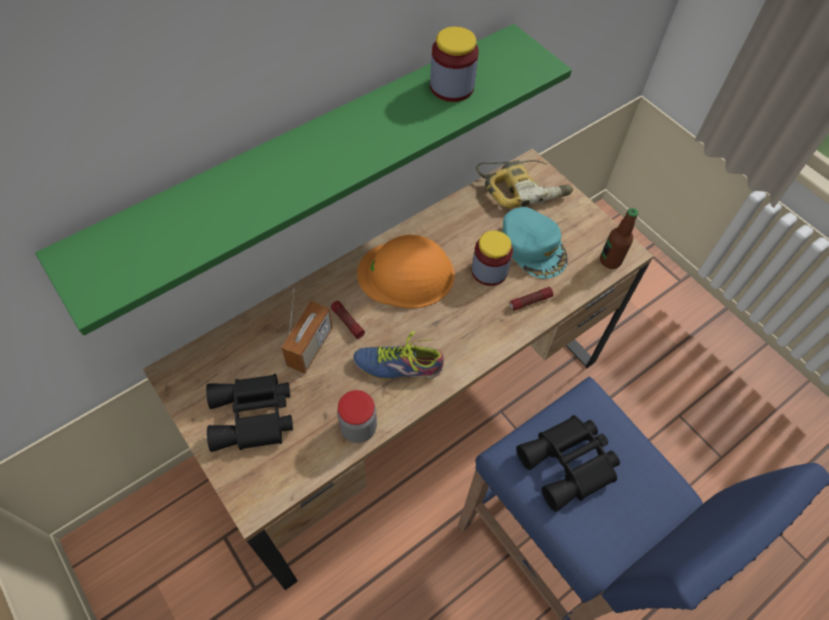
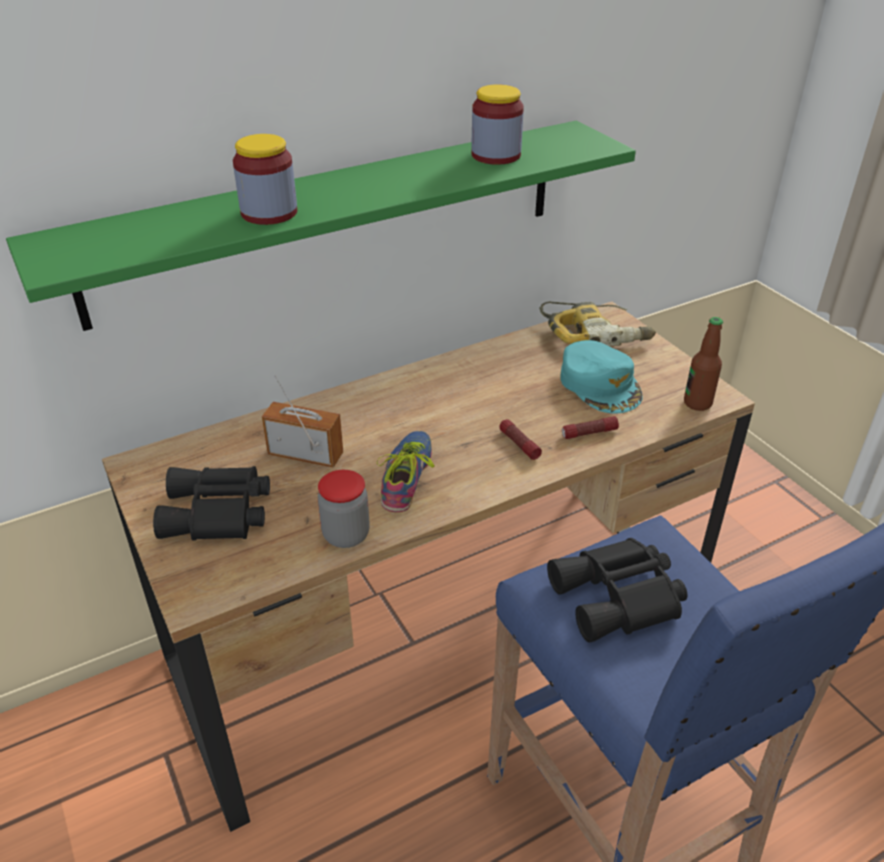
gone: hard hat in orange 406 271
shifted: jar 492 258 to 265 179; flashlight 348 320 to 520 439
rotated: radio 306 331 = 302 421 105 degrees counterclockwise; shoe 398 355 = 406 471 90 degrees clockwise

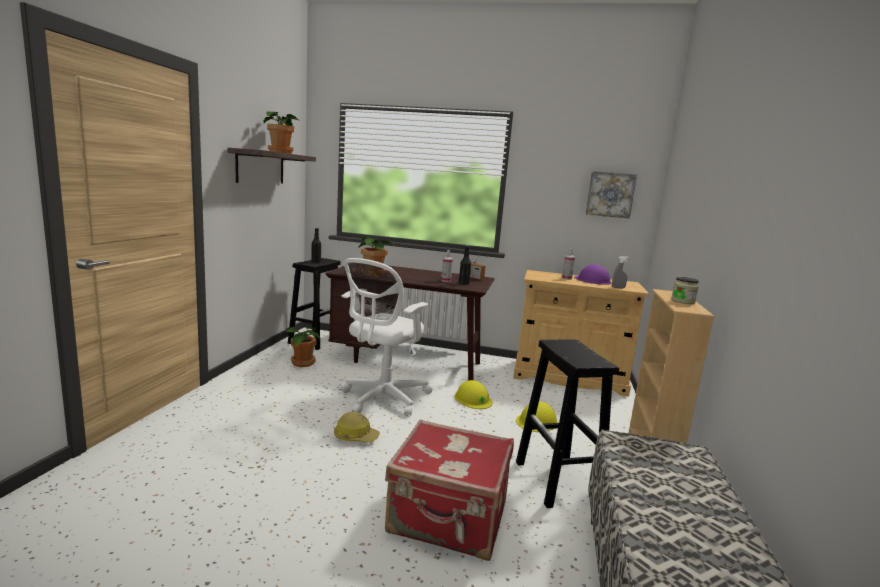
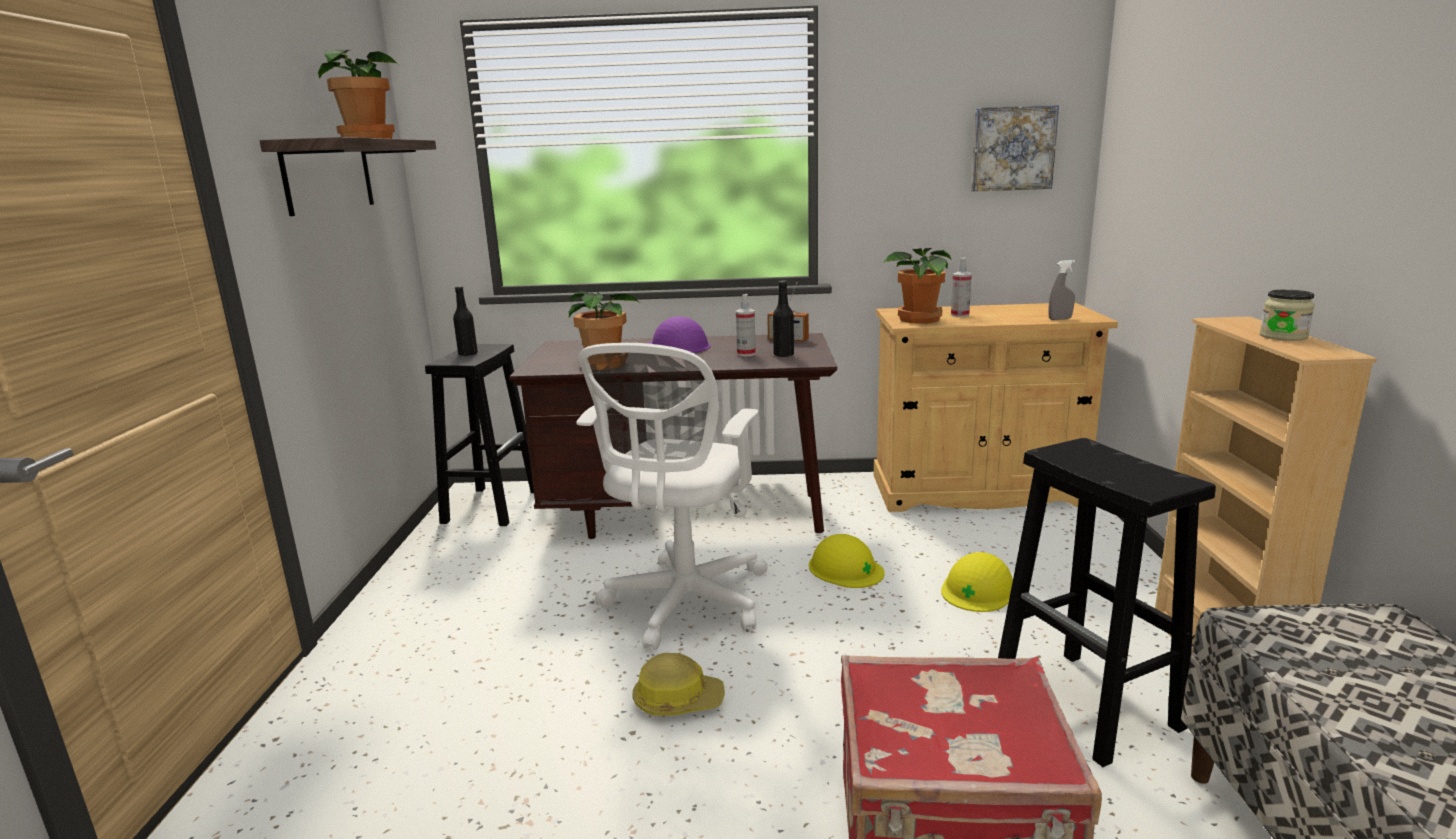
shifted: hard hat in purple 592 274 to 679 334; potted plant 303 346 to 917 285

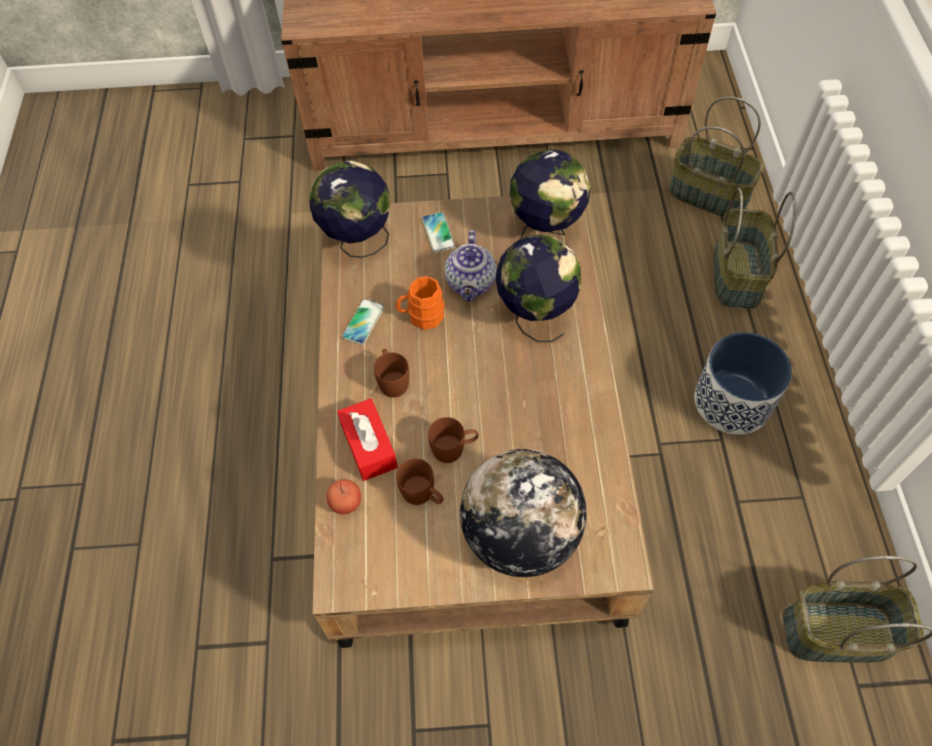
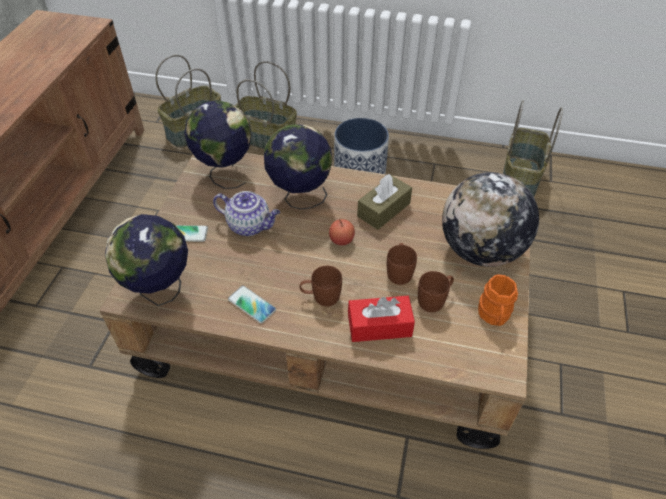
new: tissue box in brown 384 202
shifted: apple 343 496 to 342 232; mug in orange 420 303 to 498 300

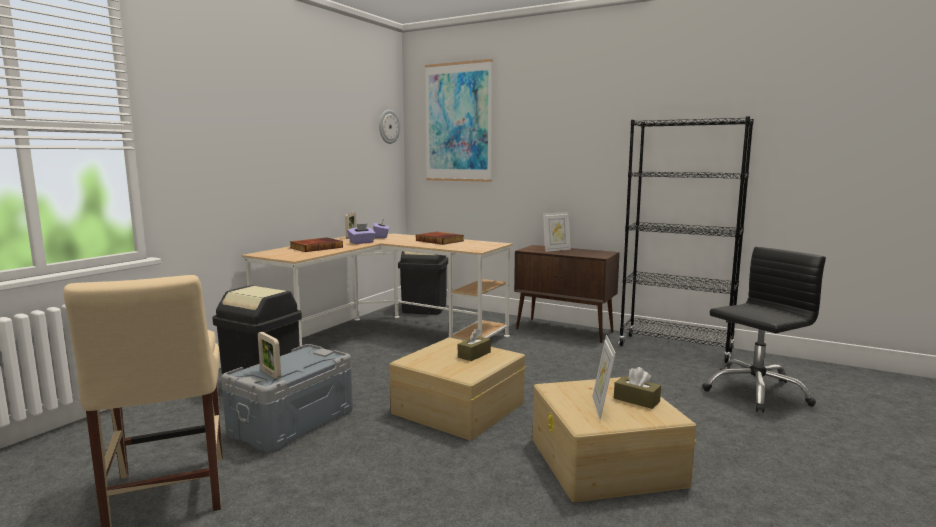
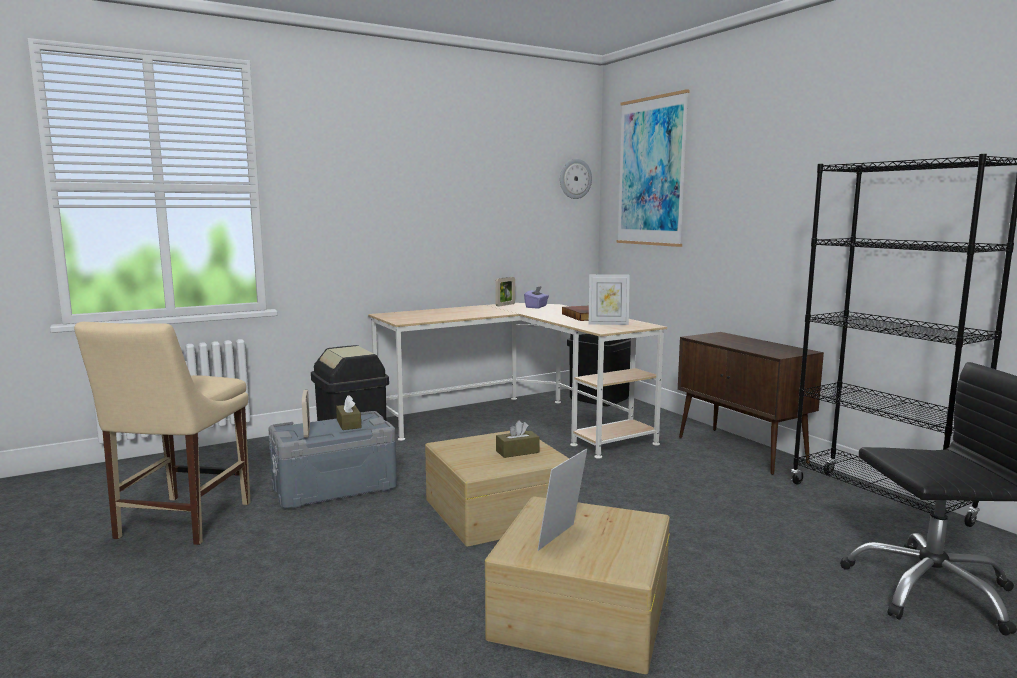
gone: book 316 244; tissue box in purple 361 234
shifted: tissue box in brown 637 388 to 348 412; picture frame 557 232 to 609 299

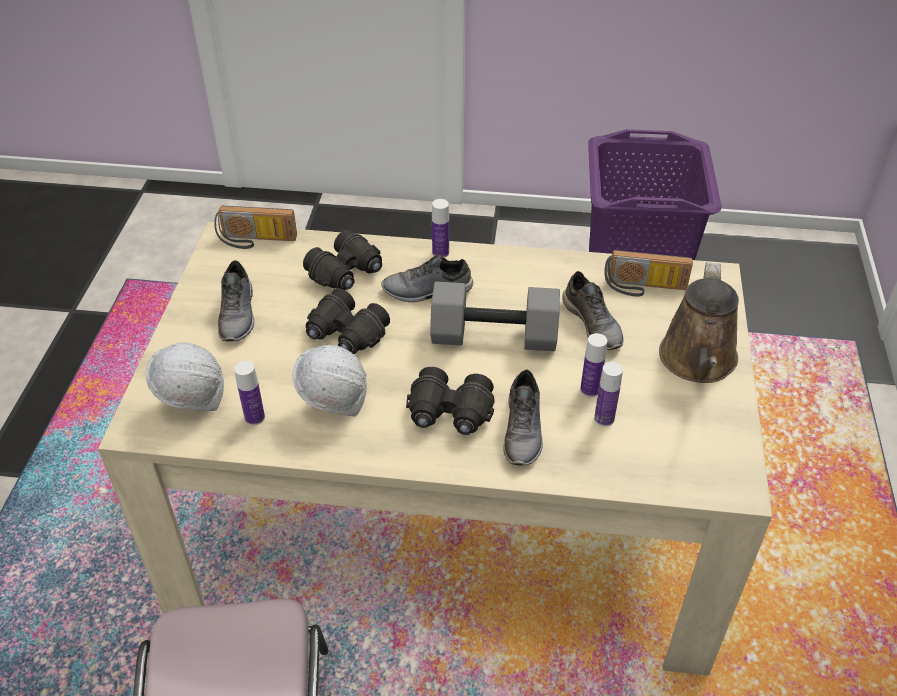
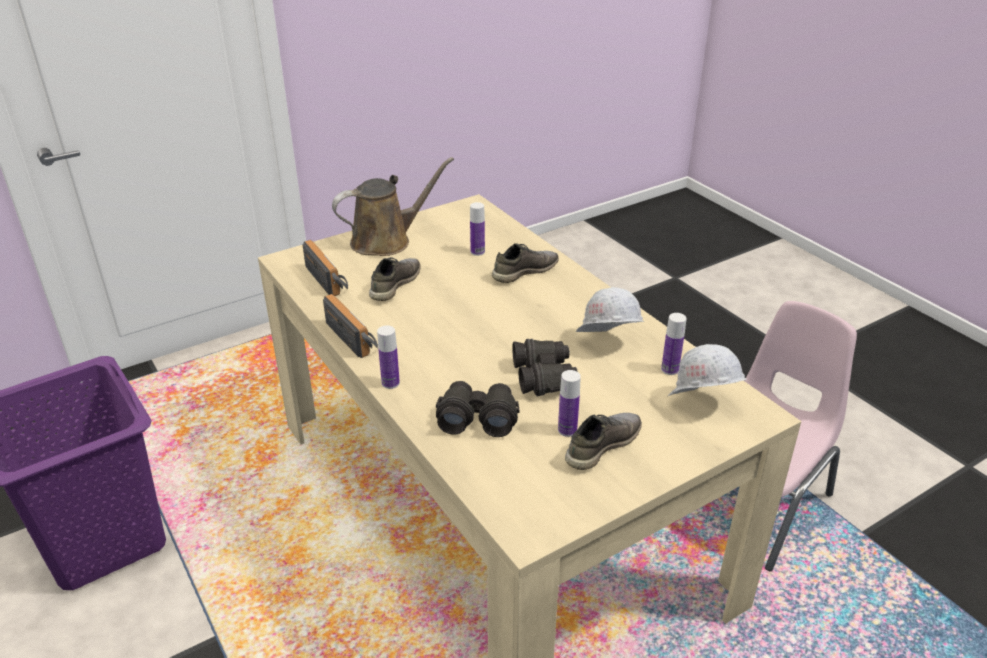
gone: shoe in grey 427 278; binoculars in black 450 401; dumbbell in grey 495 316
shifted: radio 255 227 to 350 326; bottle 593 365 to 569 403

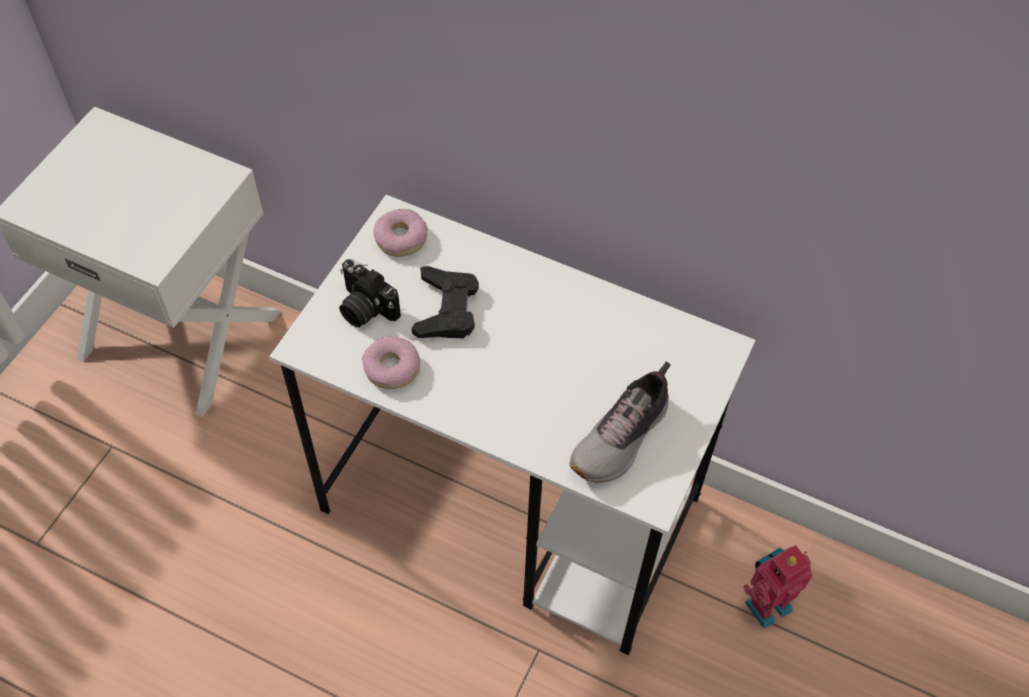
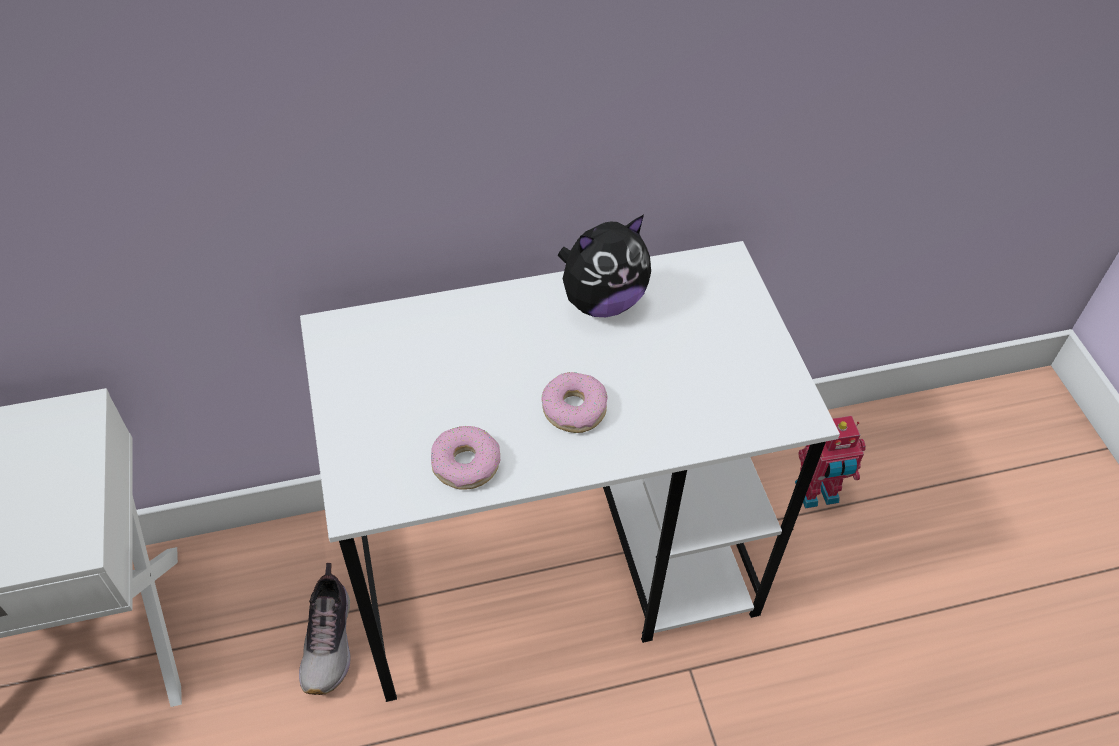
gone: photo camera 370 293; game controller in black 445 302
new: plush toy 604 266
shifted: shoe 620 422 to 324 629; donut 401 233 to 574 402
rotated: toy robot 778 586 = 830 462 120 degrees counterclockwise

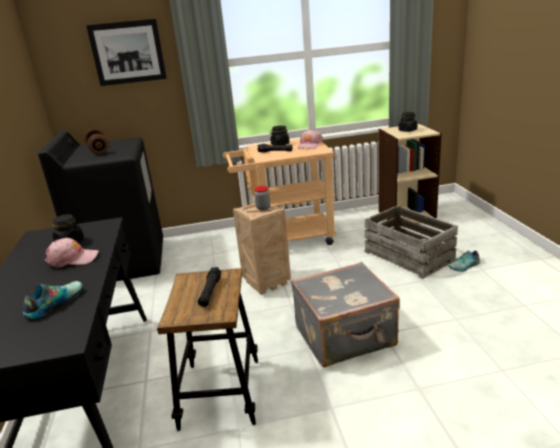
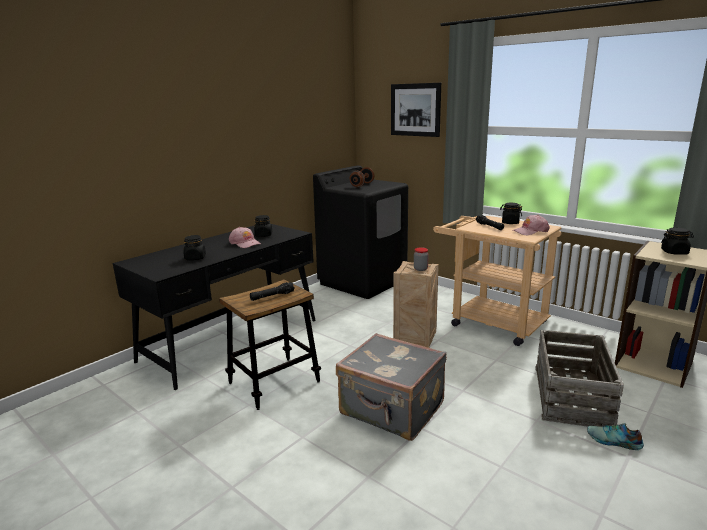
swapped: shoe 53 300 to jar in black 194 247

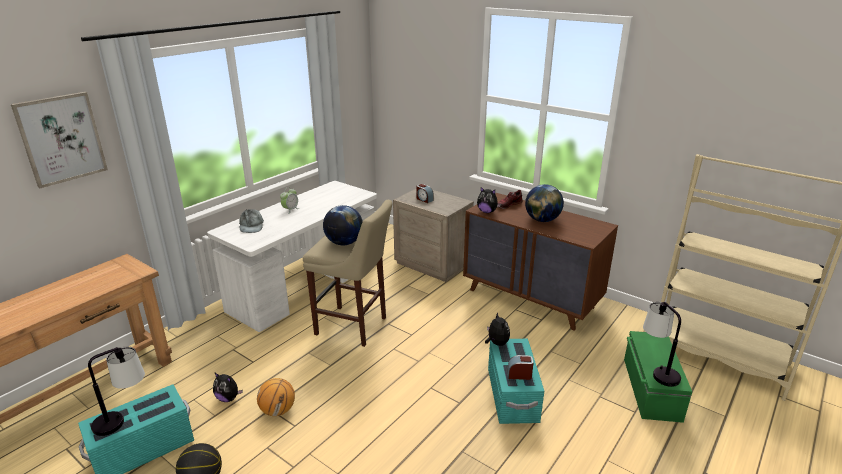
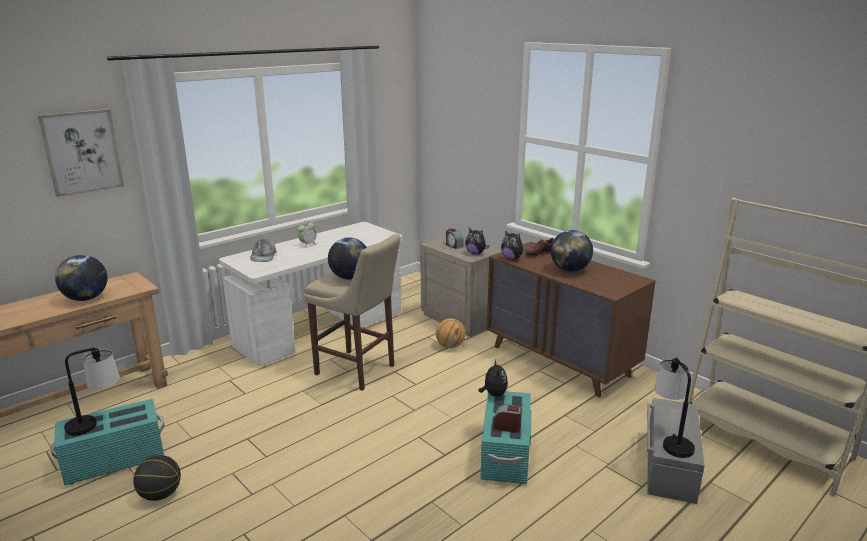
new: globe 81 278
shifted: basketball 276 397 to 451 333; plush toy 228 387 to 477 241
repainted: storage box in green 658 377 to storage box in grey 676 451

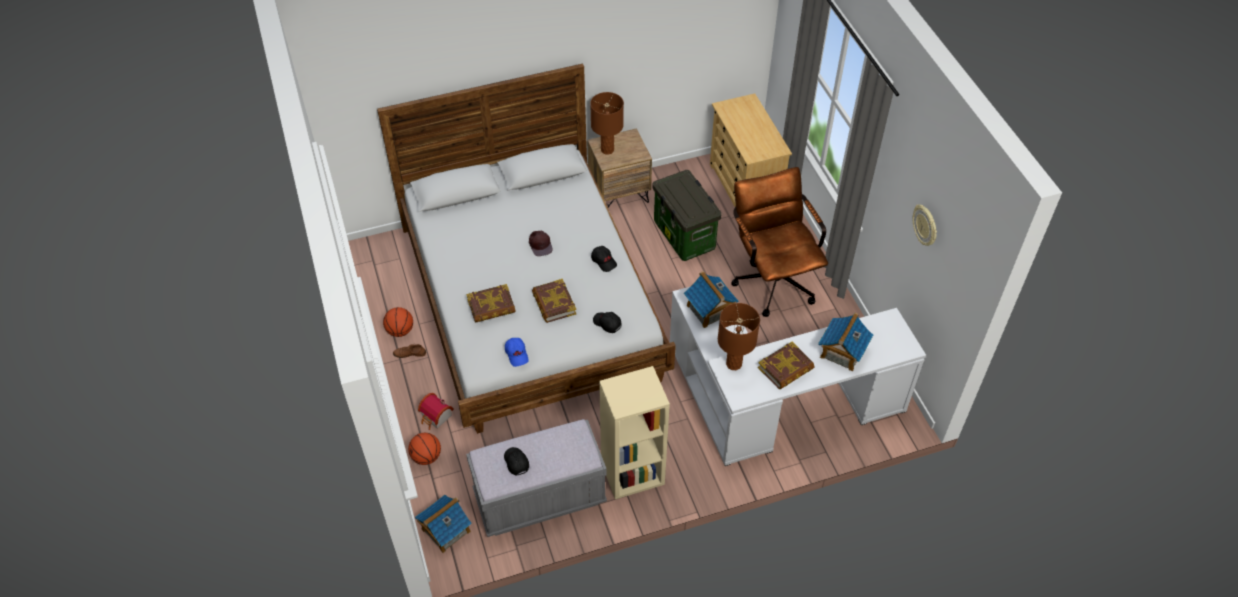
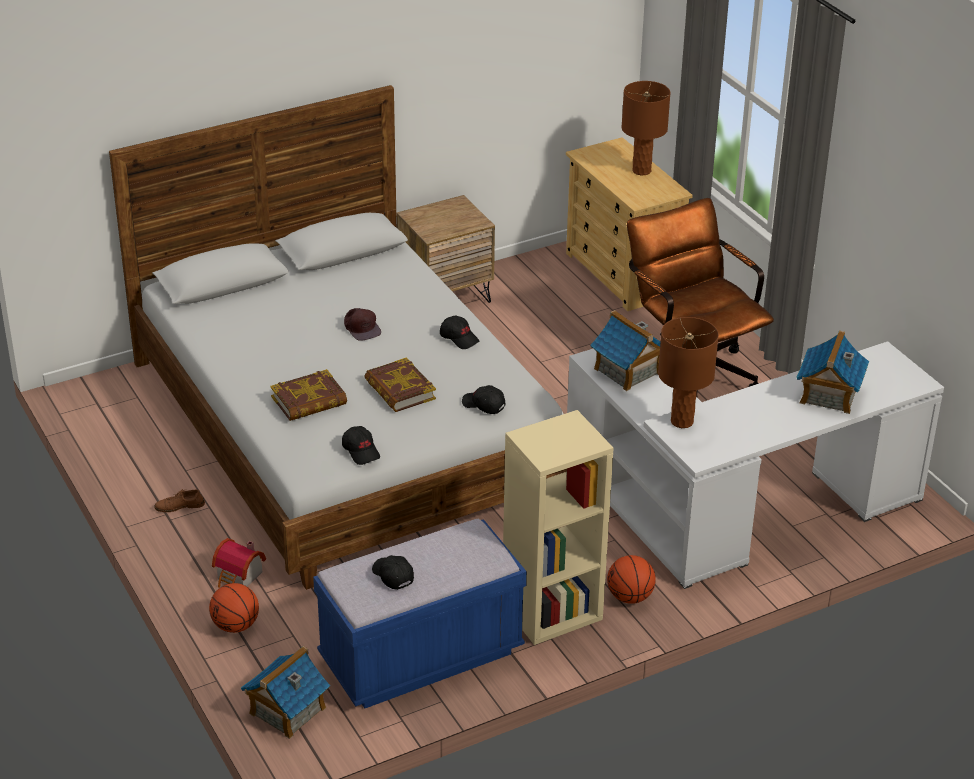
gone: storage box 687 215; book 786 365; wall clock 925 225
shifted: basketball 398 322 to 631 579; table lamp in brown 607 123 to 646 128
repainted: bench in grey 536 478 to bench in blue 420 613; cap in blue 517 352 to cap in black 361 445

